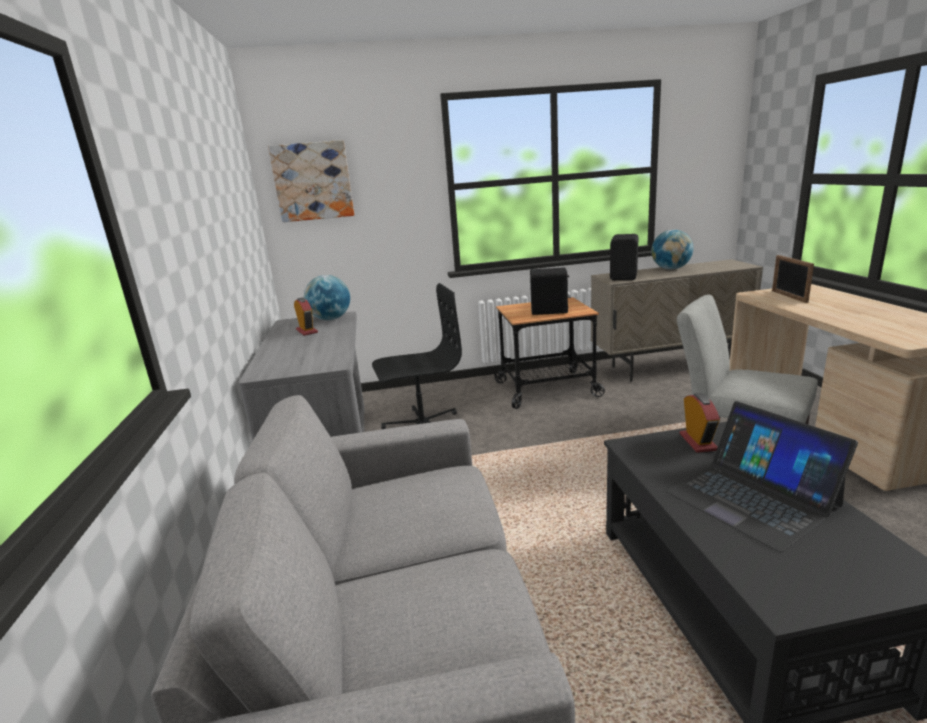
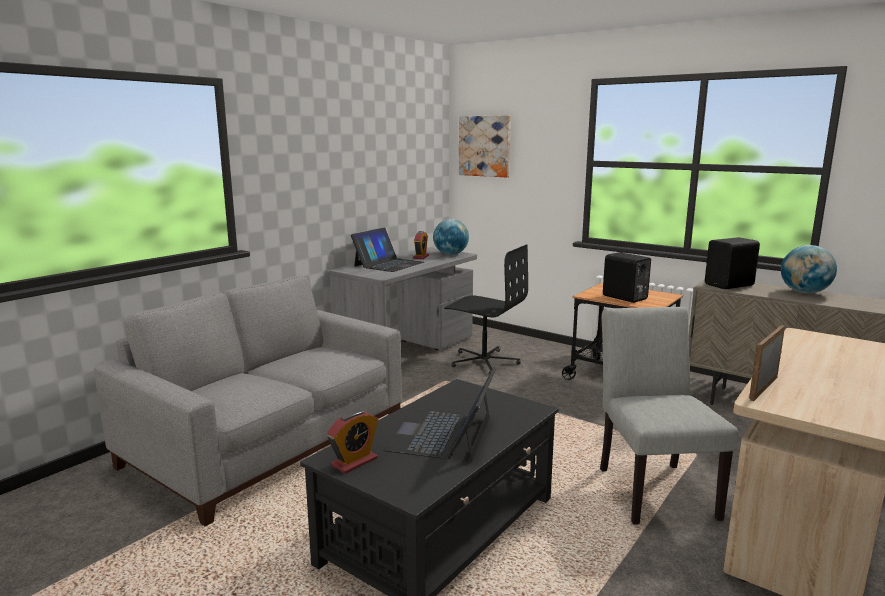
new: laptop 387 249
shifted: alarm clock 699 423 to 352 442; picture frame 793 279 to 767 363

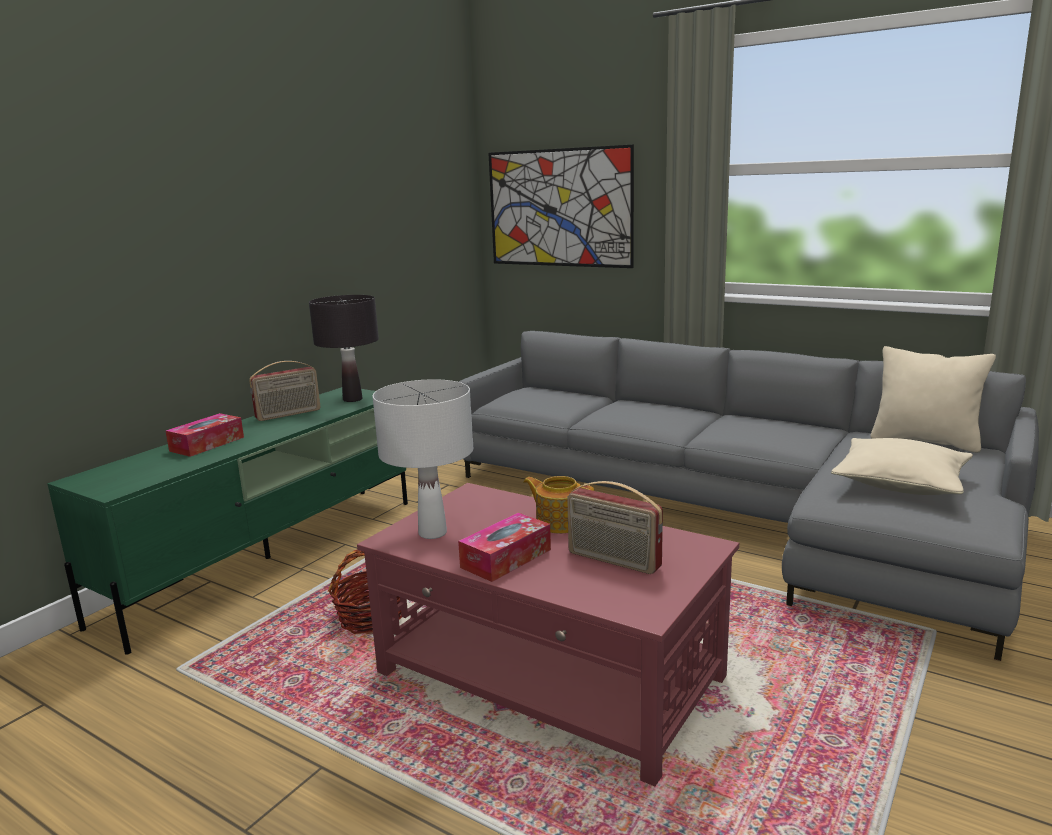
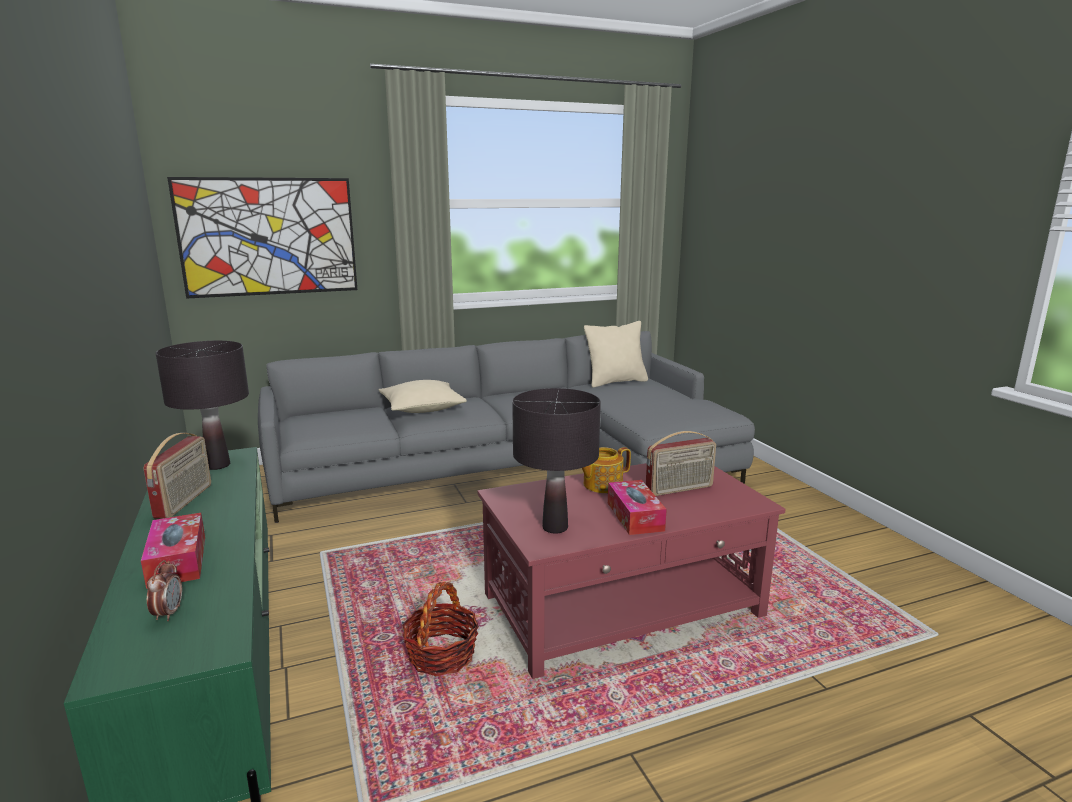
new: alarm clock 164 590
shifted: pillow in beige 902 466 to 423 396
repainted: table lamp in white 423 459 to table lamp in black 556 461

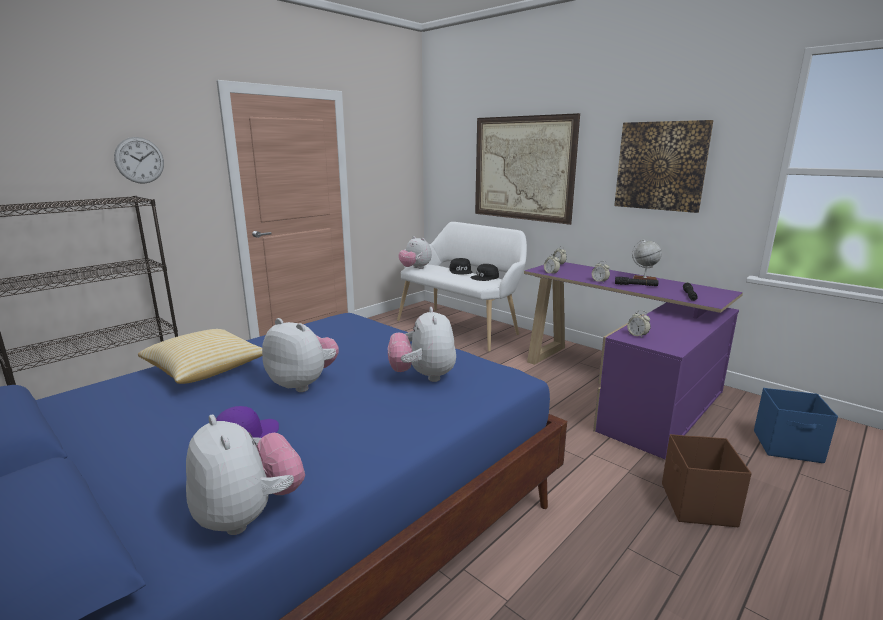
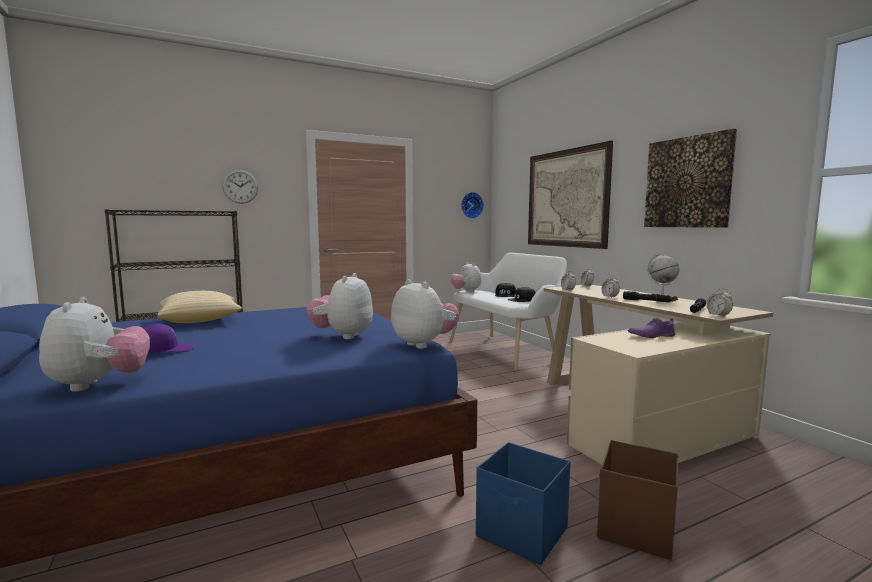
new: wall clock 472 205; shoe in purple 652 328
shifted: plush toy 300 355 to 425 314; storage box in blue 796 425 to 523 503; alarm clock 639 324 to 720 302
repainted: desk in purple 633 360 to desk in beige 658 375

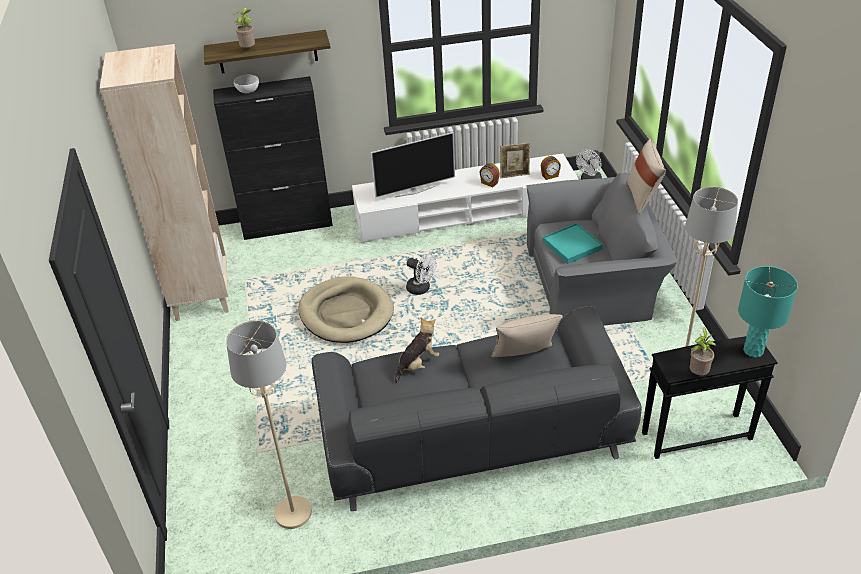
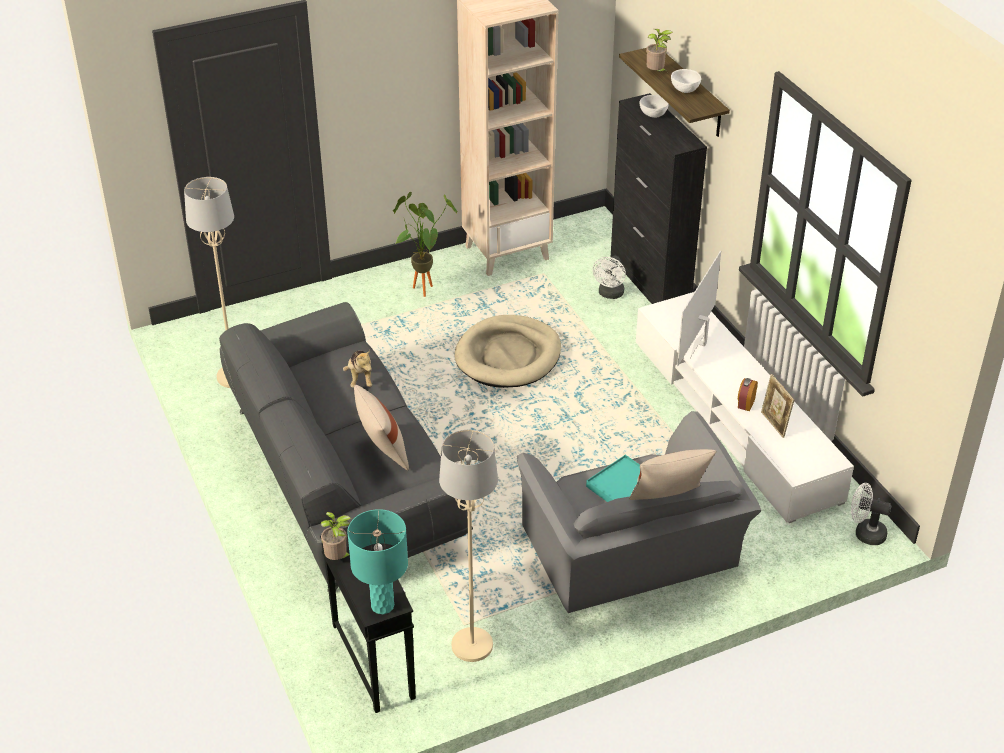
gone: alarm clock 551 168
new: potted plant 425 244; bowl in white 686 81
shifted: fan in white 421 274 to 609 277
rotated: plush toy 417 351 = 357 369 45 degrees clockwise; television 413 165 = 699 308 60 degrees clockwise

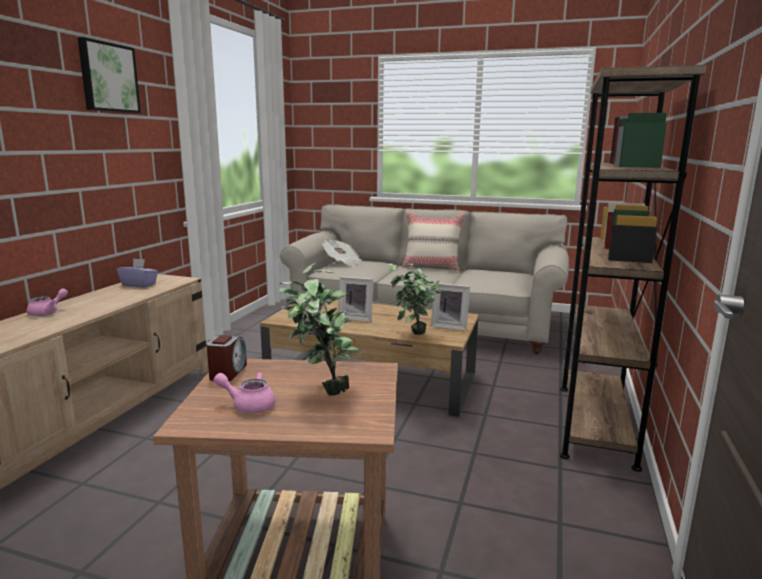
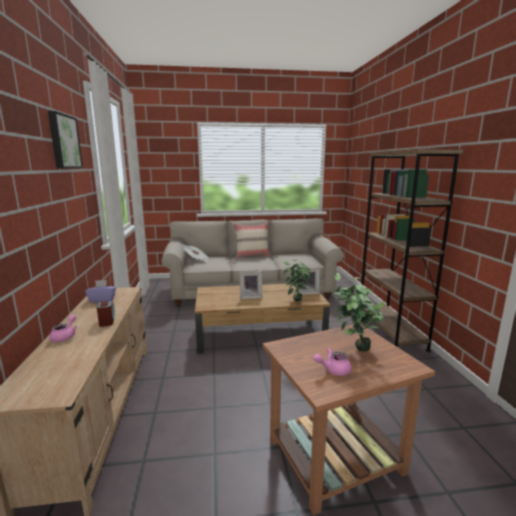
shifted: alarm clock 227 358 to 106 314

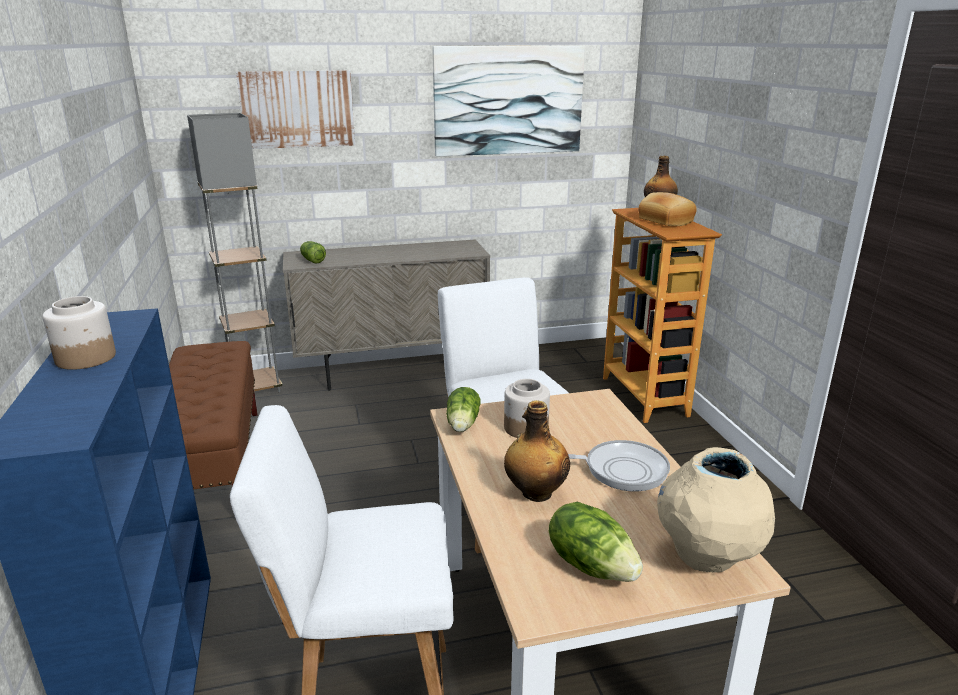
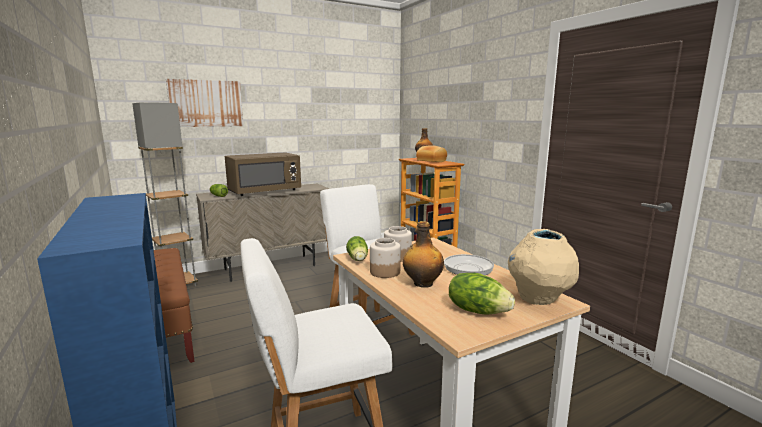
gone: picture 508 101
new: microwave in brown 263 174
shifted: jar 79 333 to 385 258

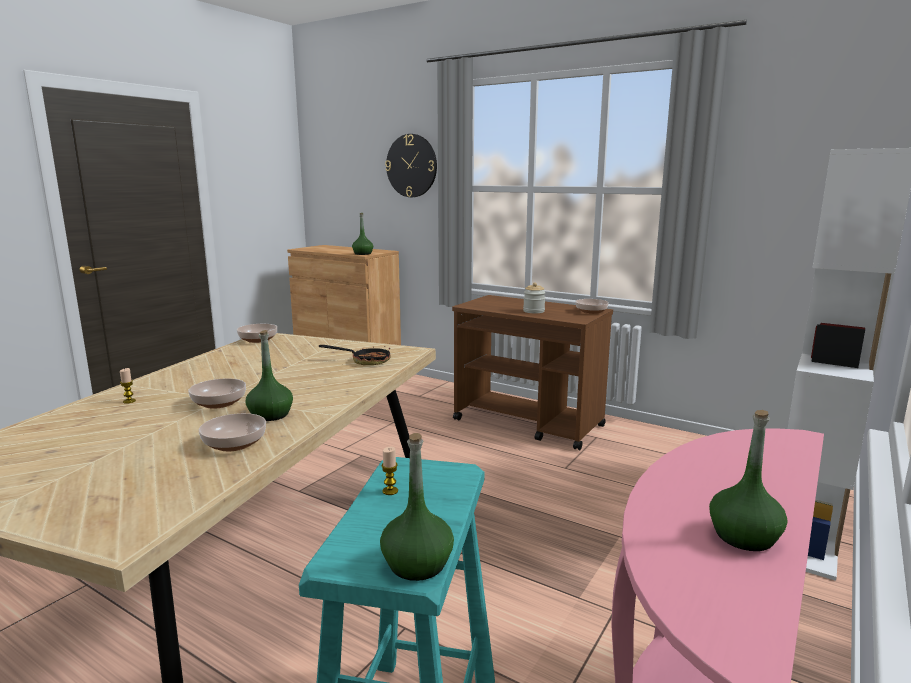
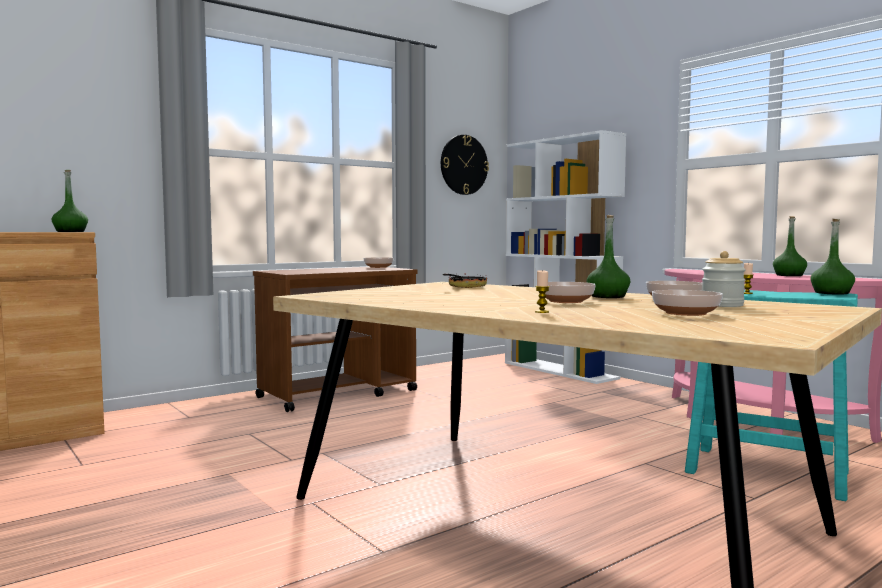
shifted: wall clock 411 165 to 465 165; bowl 257 333 to 687 303; jar 534 298 to 724 279

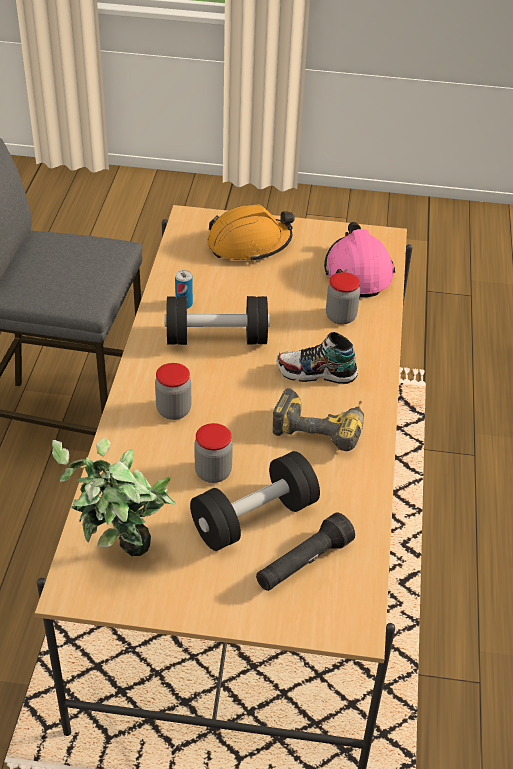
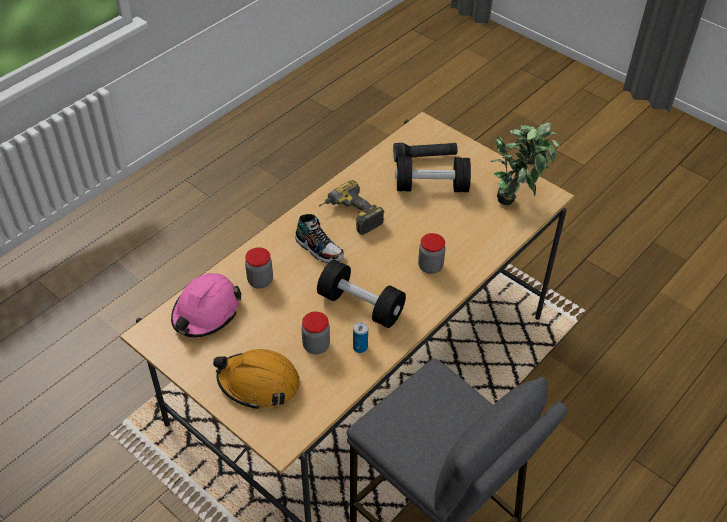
shifted: jar 213 453 to 315 333

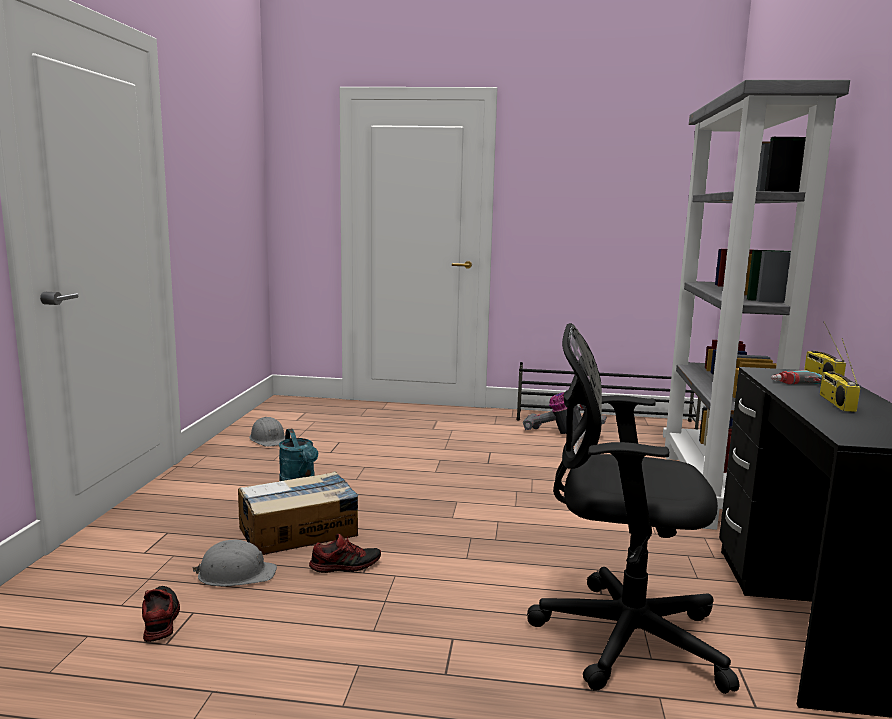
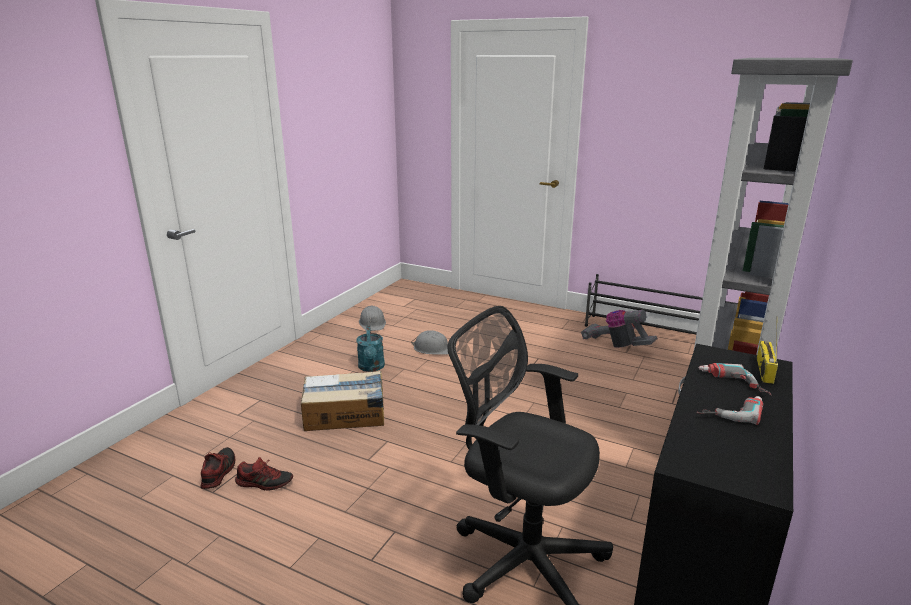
shifted: shoe 345 553 to 264 474; hard hat in grey 234 563 to 430 342
swapped: radio 840 375 to power drill 729 410

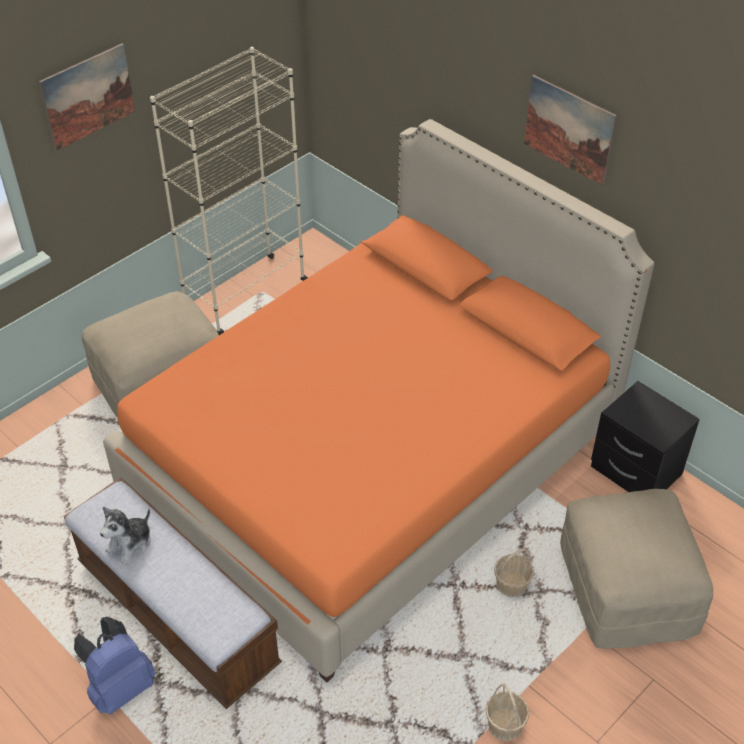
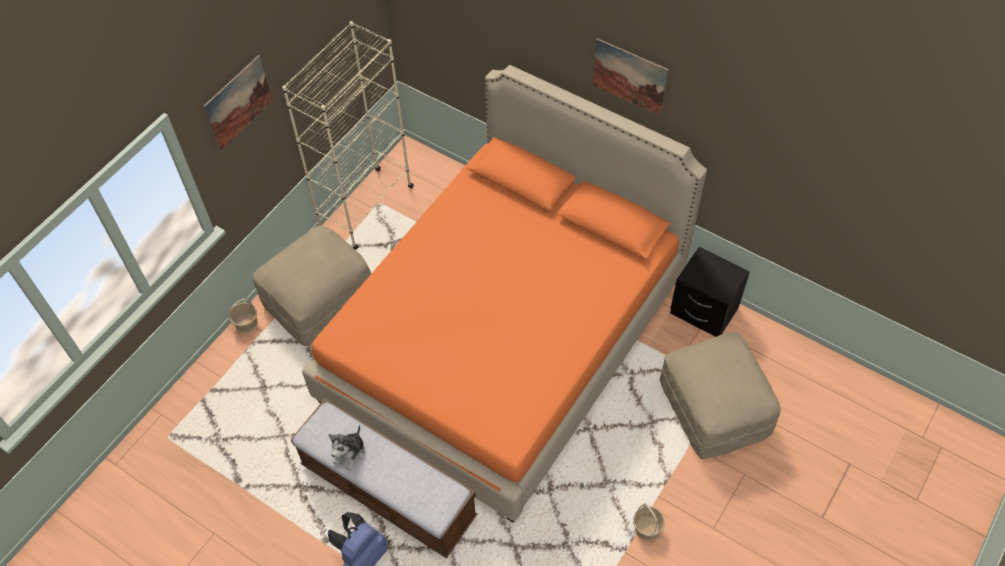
shifted: basket 514 572 to 243 315

